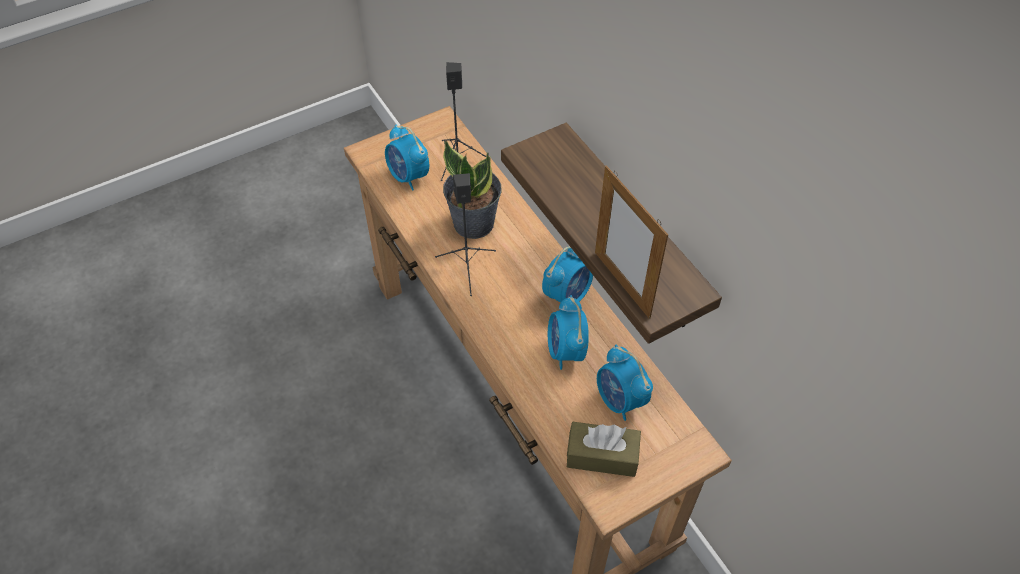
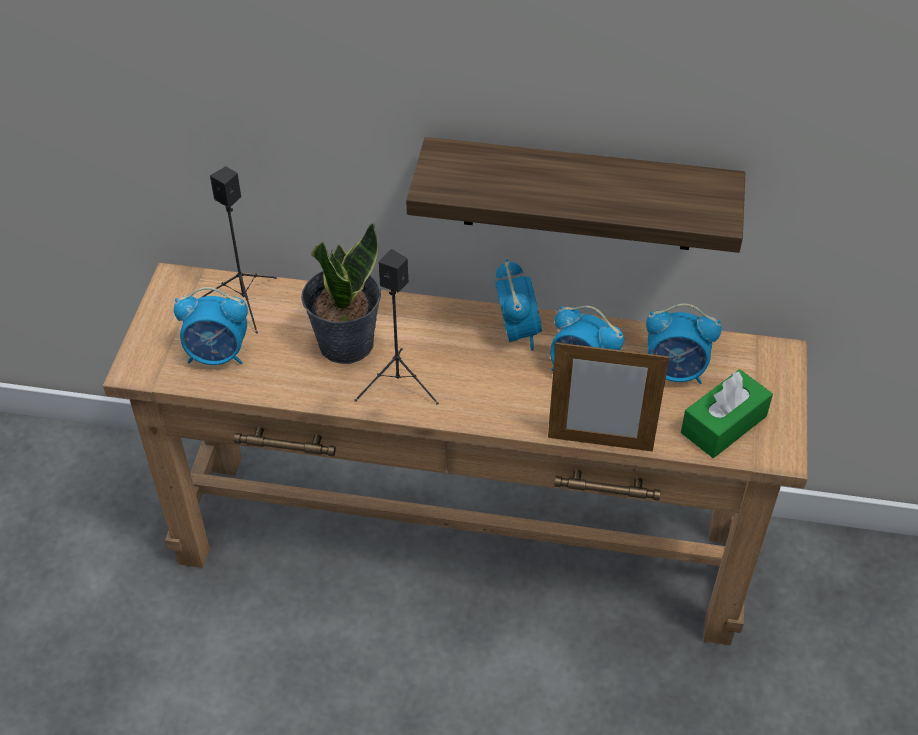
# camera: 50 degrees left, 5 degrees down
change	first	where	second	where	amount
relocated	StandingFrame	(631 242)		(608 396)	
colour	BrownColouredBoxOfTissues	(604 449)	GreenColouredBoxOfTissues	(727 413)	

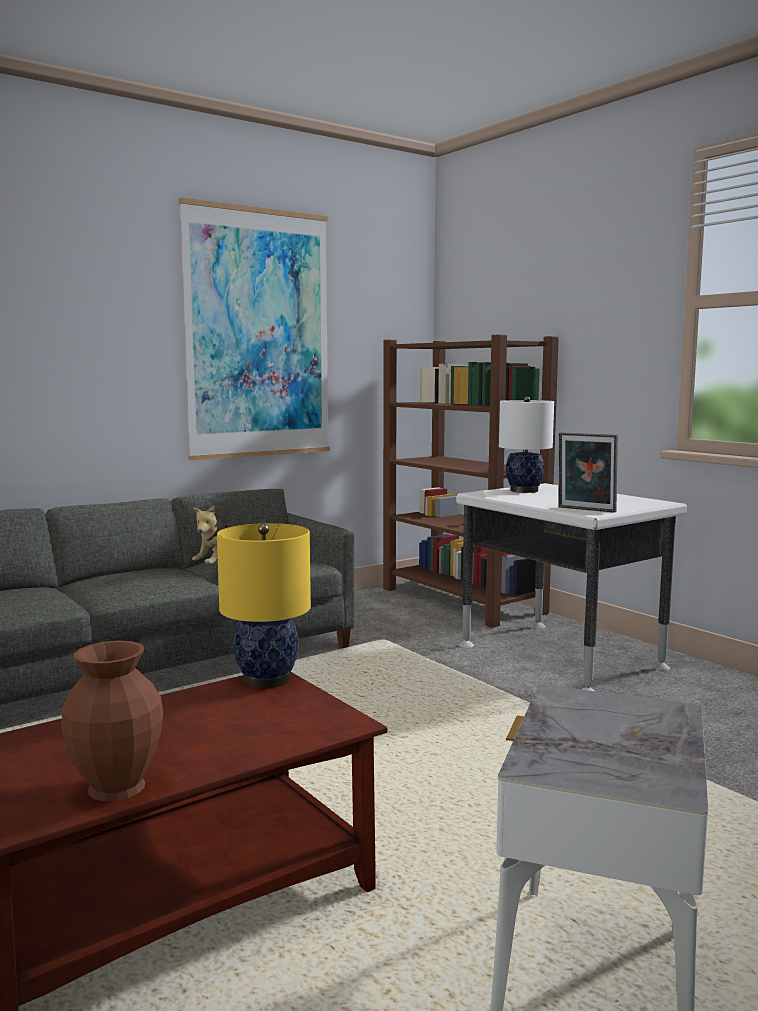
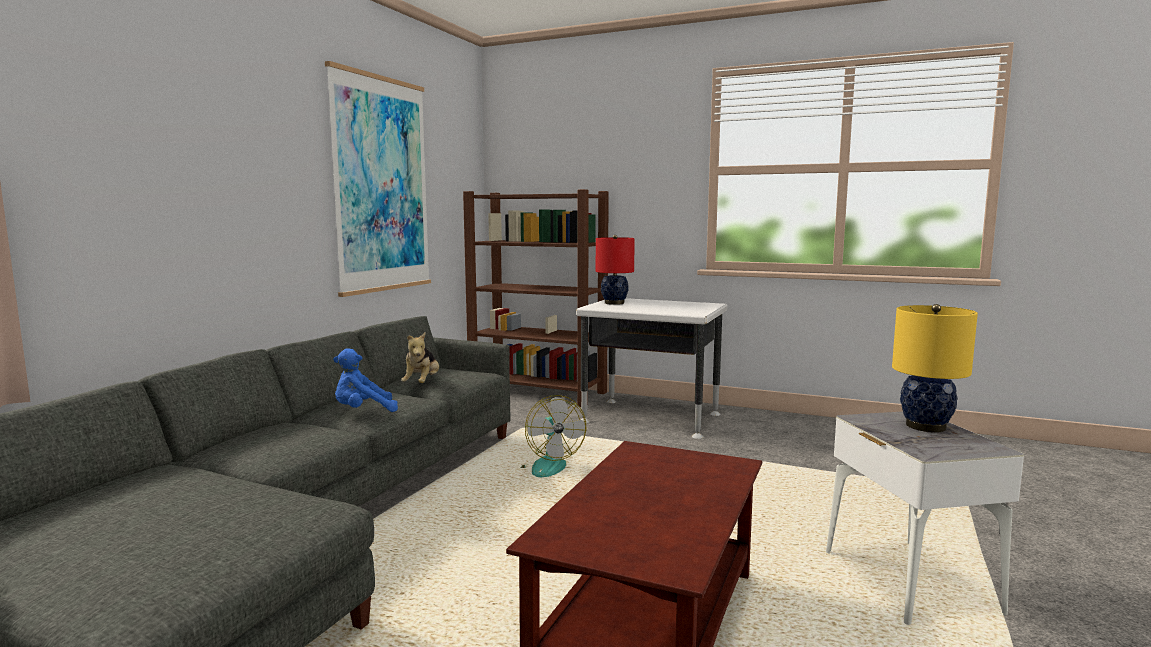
# camera: 30 degrees left, 0 degrees up
change	first	where	second	where	amount
appeared			BluishSoftToy	(365 380)	
appeared			Fan	(553 436)	
colour	WhiteColouredLampForATable	(526 444)	RedColouredLampForATable	(615 270)	
relocated	YellowishLampForATable	(264 605)		(935 368)	
missing	BrownColouredDecorativeVase	(112 721)			
missing	StandingFrame	(588 472)			

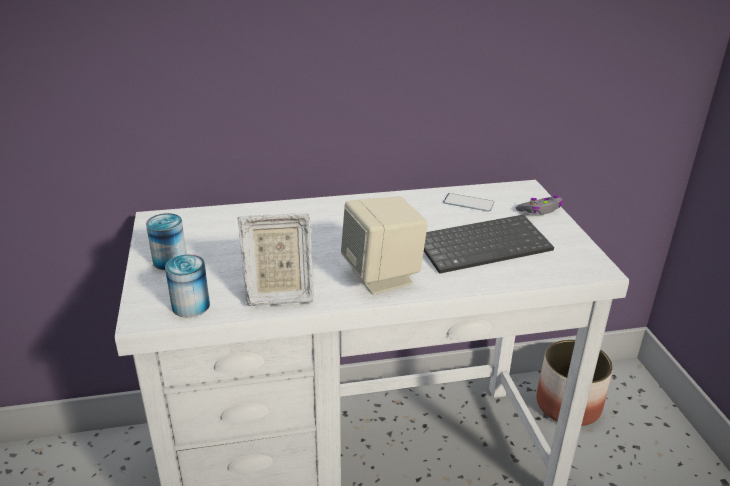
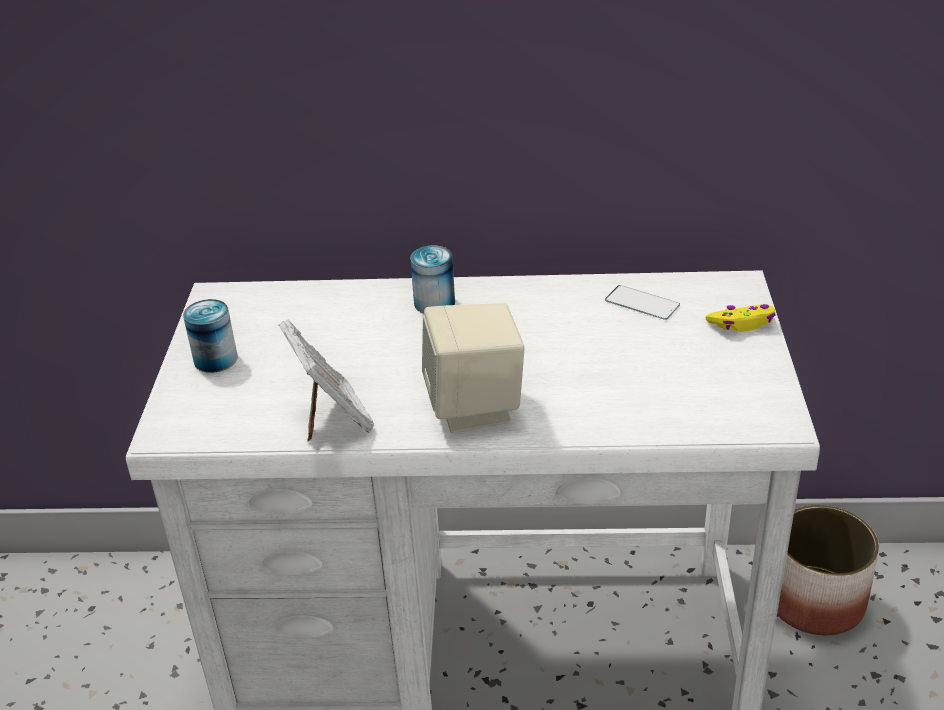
# camera: 15 degrees right, 5 degrees up
change	first	where	second	where	amount
spun	StandingFrame	(276 260)		(326 381)	120 degrees counterclockwise
relocated	SealedCan	(187 285)		(432 280)	
colour	GrayGameController	(539 205)	YellowishGameController	(740 318)	
missing	Keyboard	(489 244)			

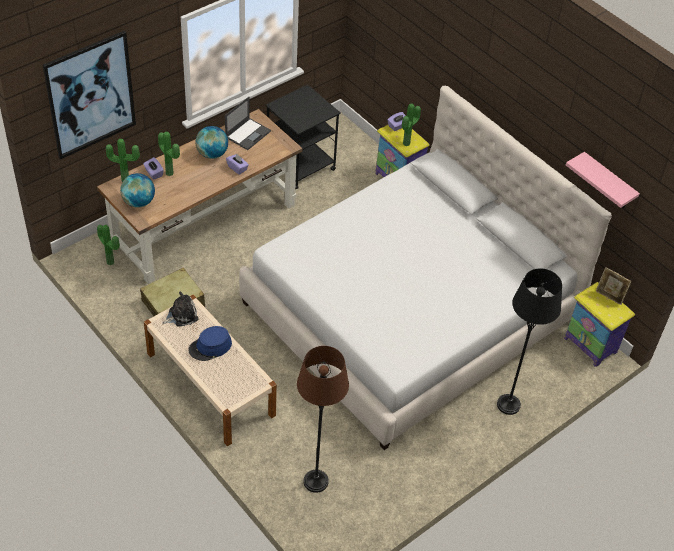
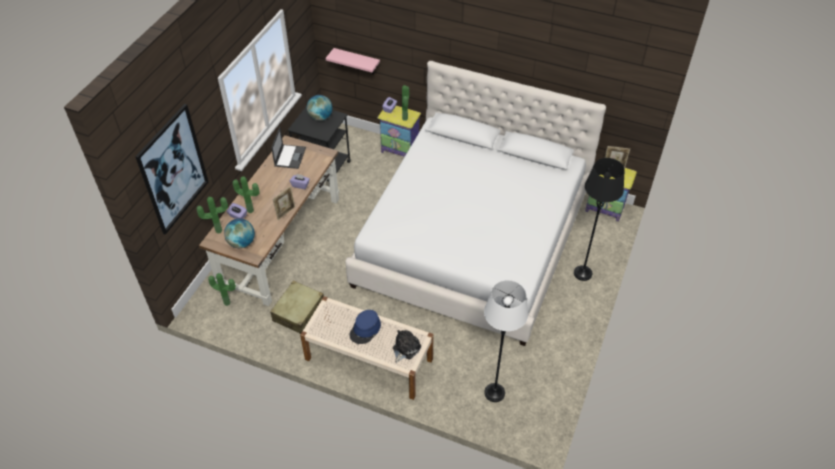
# camera: 25 degrees left, 0 degrees up
change	first	where	second	where	amount
appeared			StandingFrame	(284 203)	
relocated	WorldGlobe	(212 142)		(319 108)	
relocated	PinkColouredBracketShelf	(603 180)		(353 61)	
relocated	SoftToy	(180 309)		(407 346)	
colour	BrownColouredStandardLamp	(323 419)	WhiteColouredStandardLamp	(506 341)	

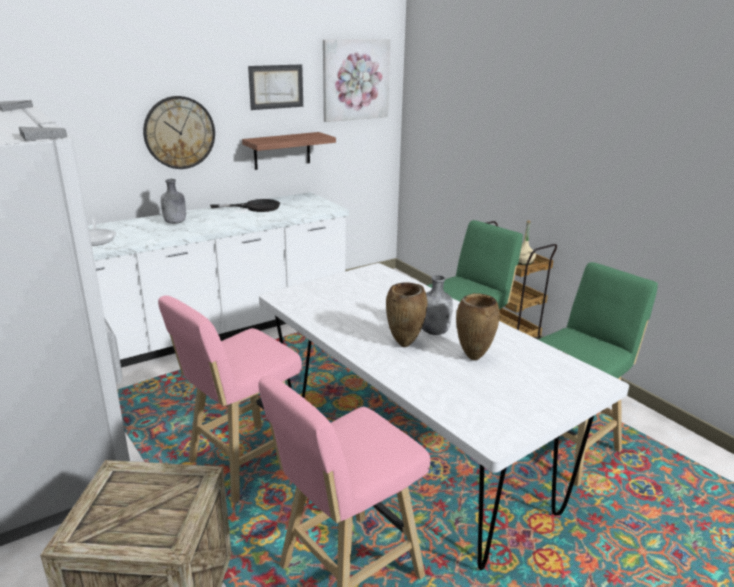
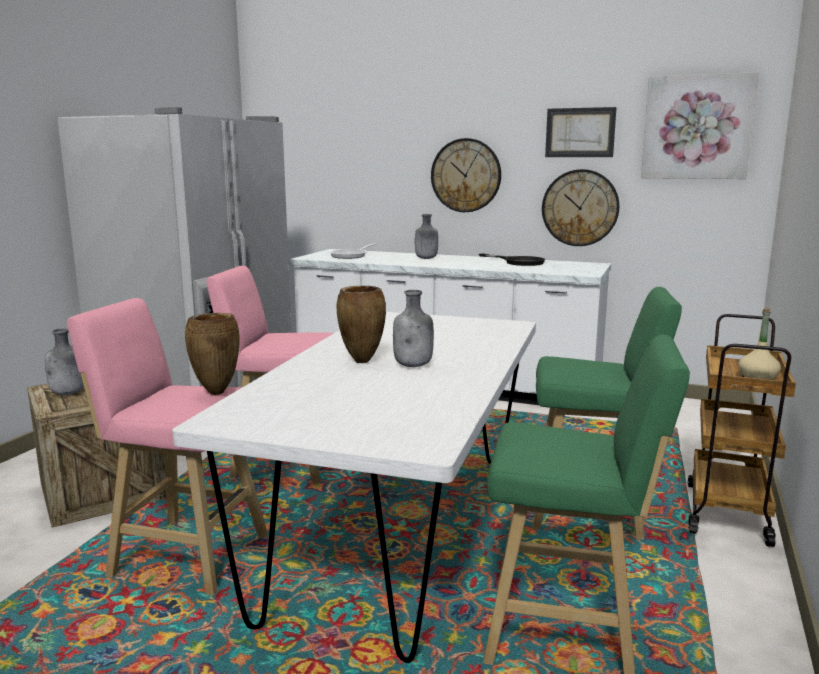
# camera: 55 degrees right, 10 degrees down
change	first	where	second	where	amount
appeared			GrayDrinkBottle	(64 361)	
relocated	BrownColouredDecorativeVase	(478 326)		(212 354)	
exchanged	BracketShelf	(289 151)	HangingClock	(581 207)	

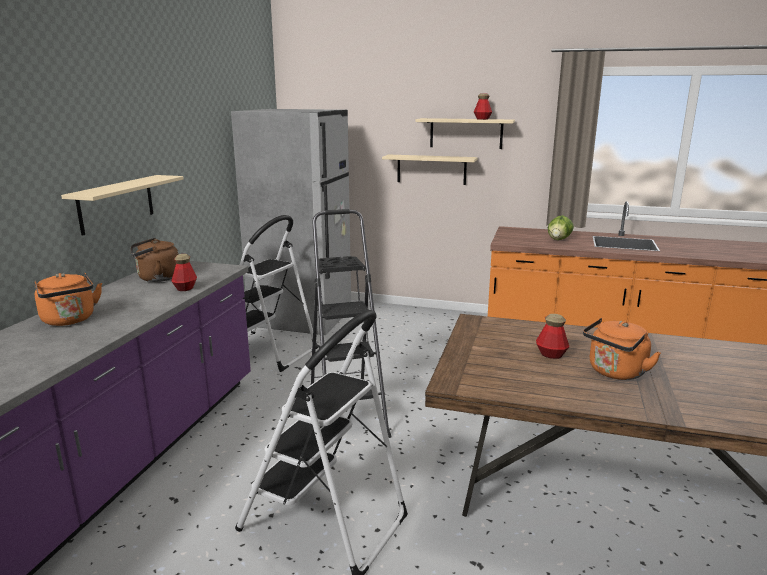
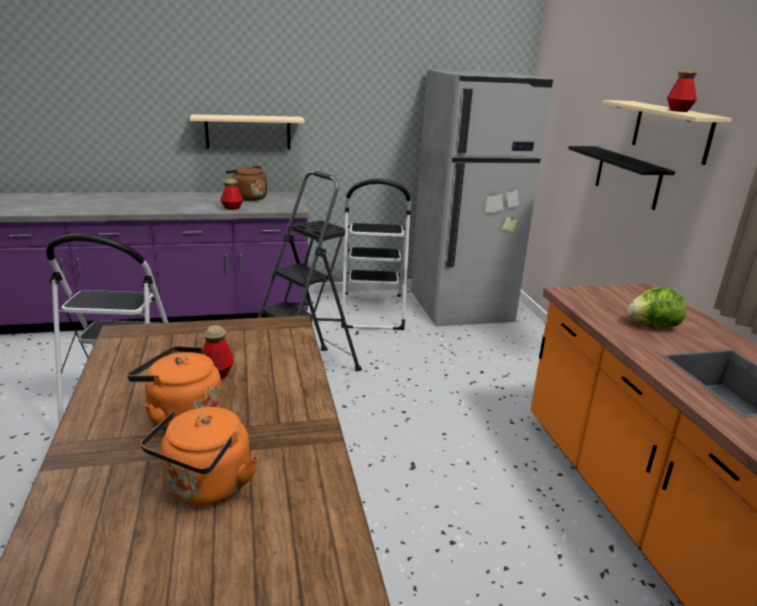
# camera: 60 degrees right, 5 degrees up
change	first	where	second	where	amount
relocated	OrangeKettle	(68 299)		(199 456)	
colour	BeigeColouredBracketShelf	(430 170)	BlackBracketShelf	(621 178)	

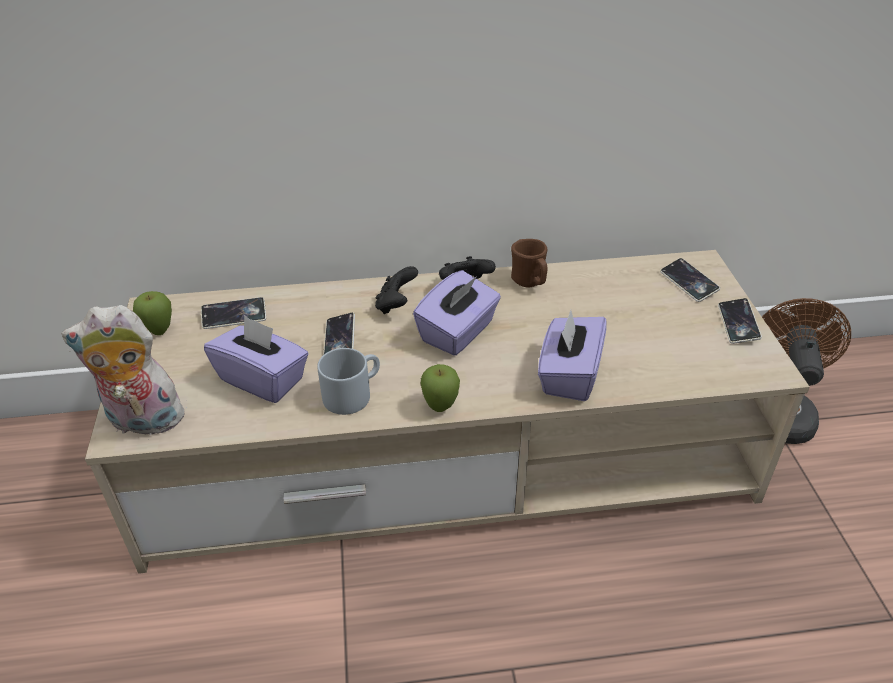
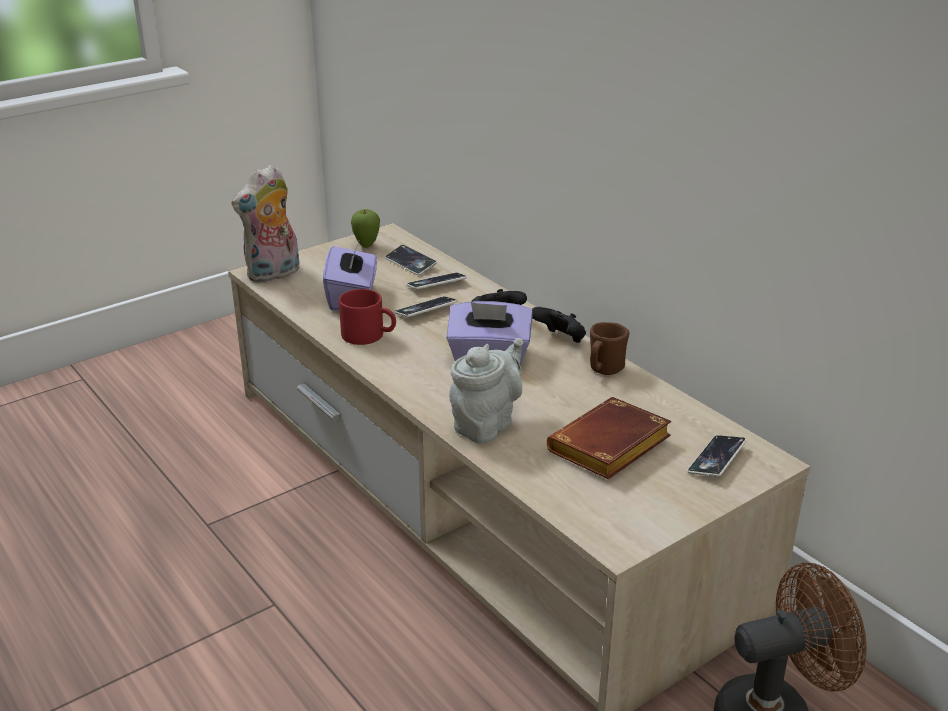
# camera: 60 degrees right, 10 degrees down
change	first	where	second	where	amount
spun	SoftToy	(124 372)		(265 223)	105 degrees counterclockwise
colour	GrayCoffeeMug	(348 381)	RedColouredCoffeeMug	(367 317)	
relocated	Handset	(740 321)		(436 281)	
exchanged	PurpleBoxOfTissues	(572 355)	GrayTeaPot	(486 391)	
appeared			BrownColouredBook	(609 438)	
missing	WholeApple	(440 388)			

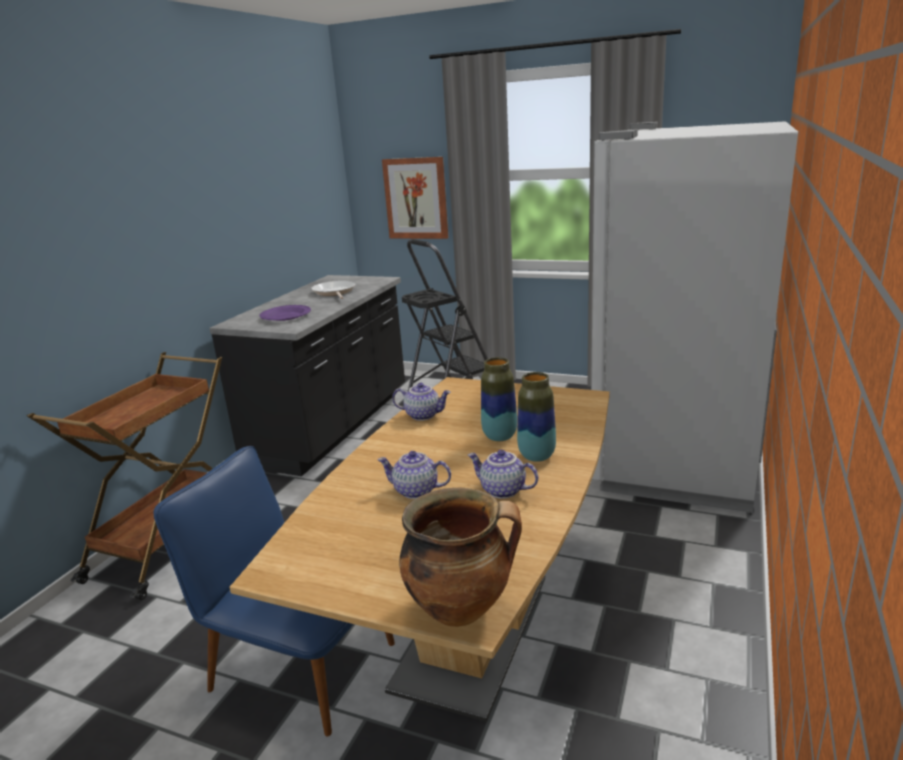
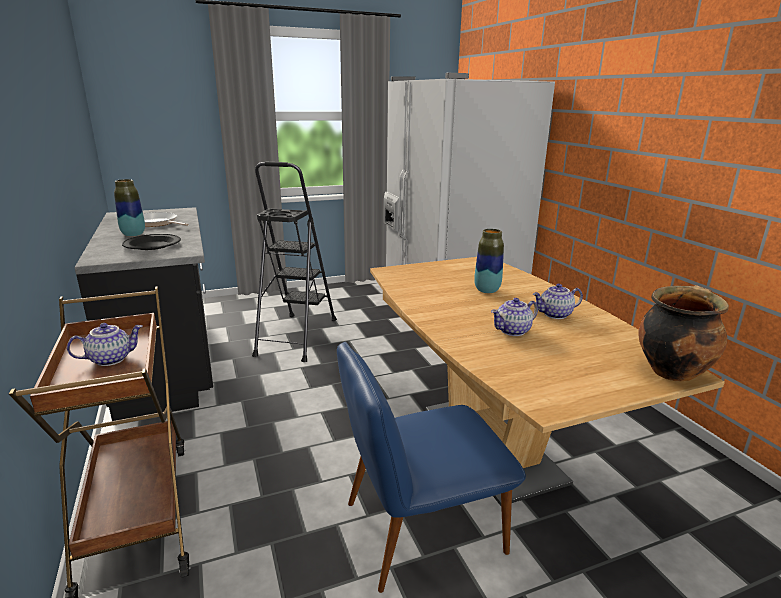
# camera: 45 degrees left, 0 degrees up
change	first	where	second	where	amount
relocated	TeaPot	(421 402)		(105 344)	
relocated	DecorativeVase	(536 417)		(129 208)	
colour	PurpleFlatDish	(285 313)	BlackFlatDish	(151 242)	
missing	WallArt	(415 198)			

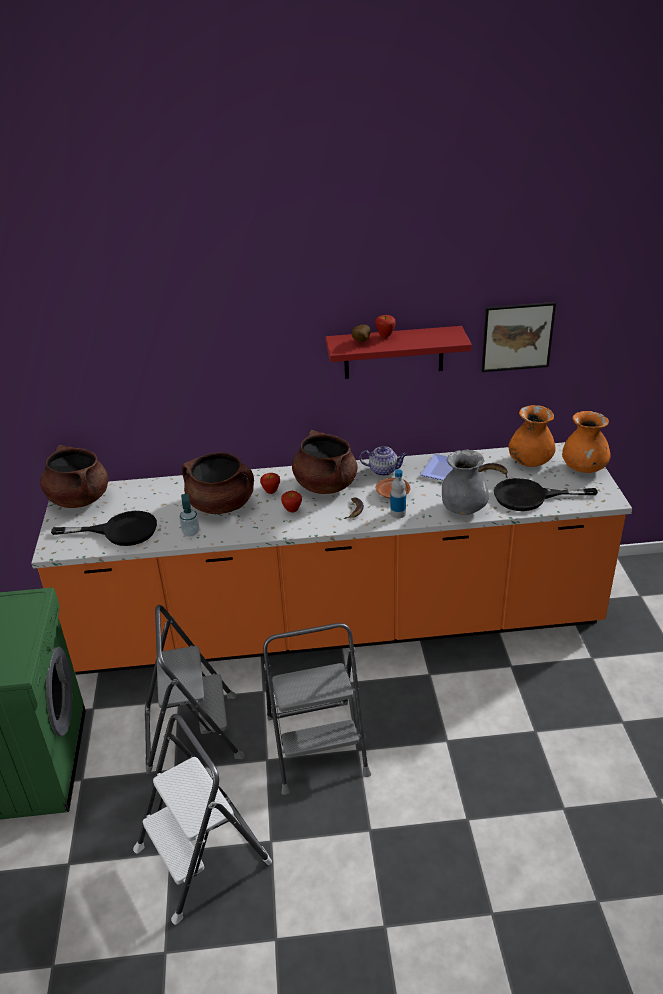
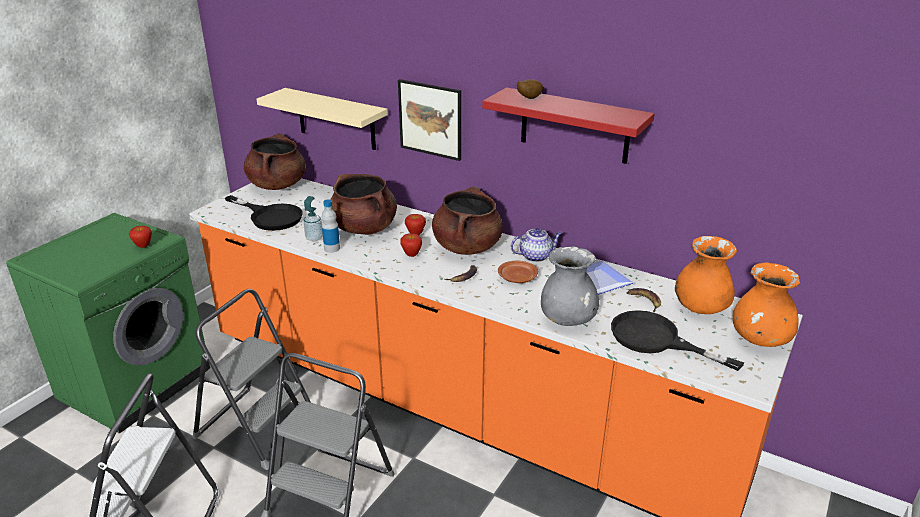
# camera: 35 degrees right, 5 degrees down
change	first	where	second	where	amount
relocated	WholeApple	(385 326)		(140 237)	
appeared			BeigeColouredBracketShelf	(322 119)	
relocated	DrinkBottle	(398 493)		(331 226)	
relocated	WallArt	(519 337)		(429 120)	
spun	TeaPot	(383 461)		(536 245)	60 degrees counterclockwise

